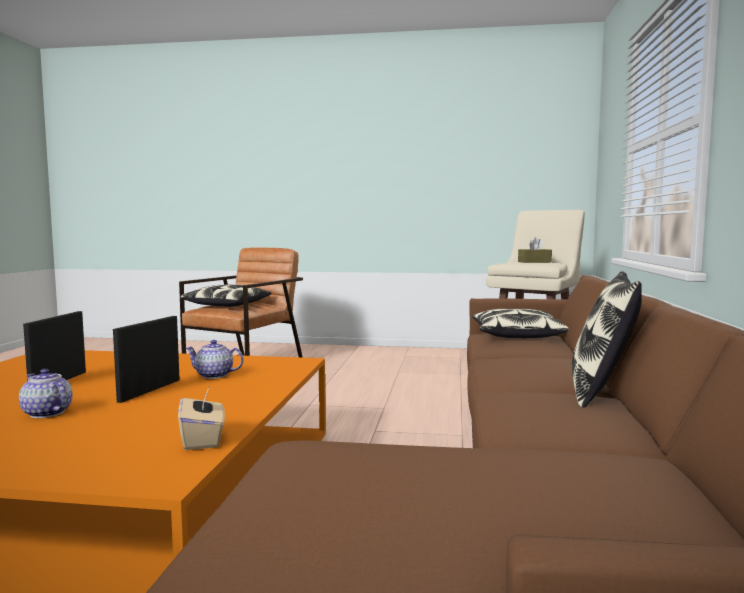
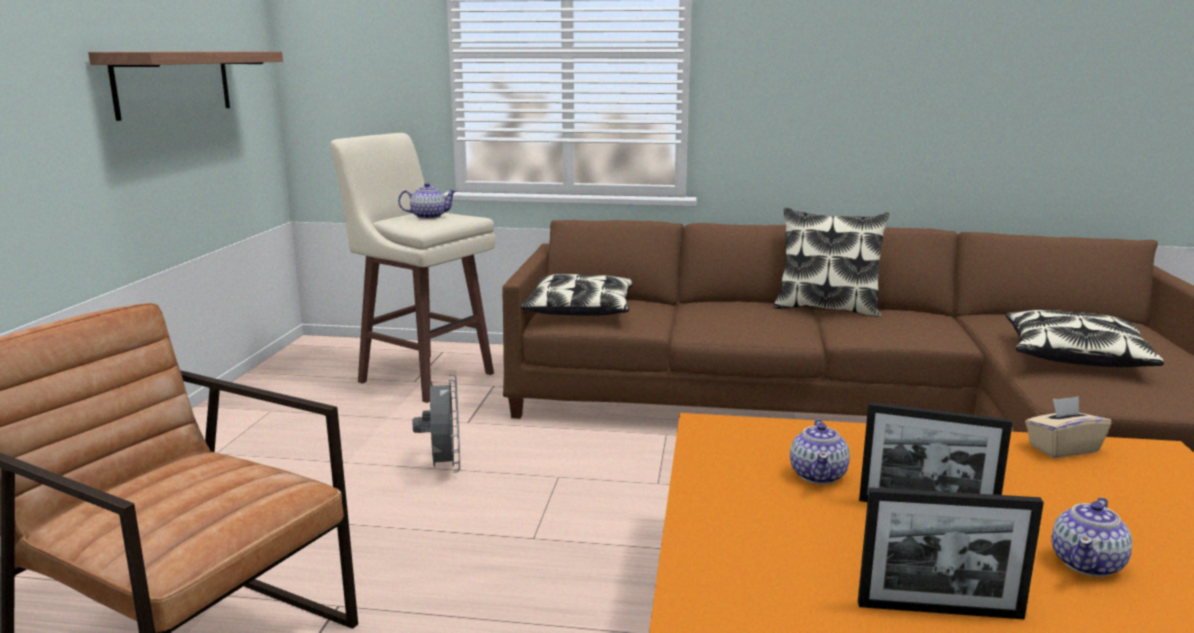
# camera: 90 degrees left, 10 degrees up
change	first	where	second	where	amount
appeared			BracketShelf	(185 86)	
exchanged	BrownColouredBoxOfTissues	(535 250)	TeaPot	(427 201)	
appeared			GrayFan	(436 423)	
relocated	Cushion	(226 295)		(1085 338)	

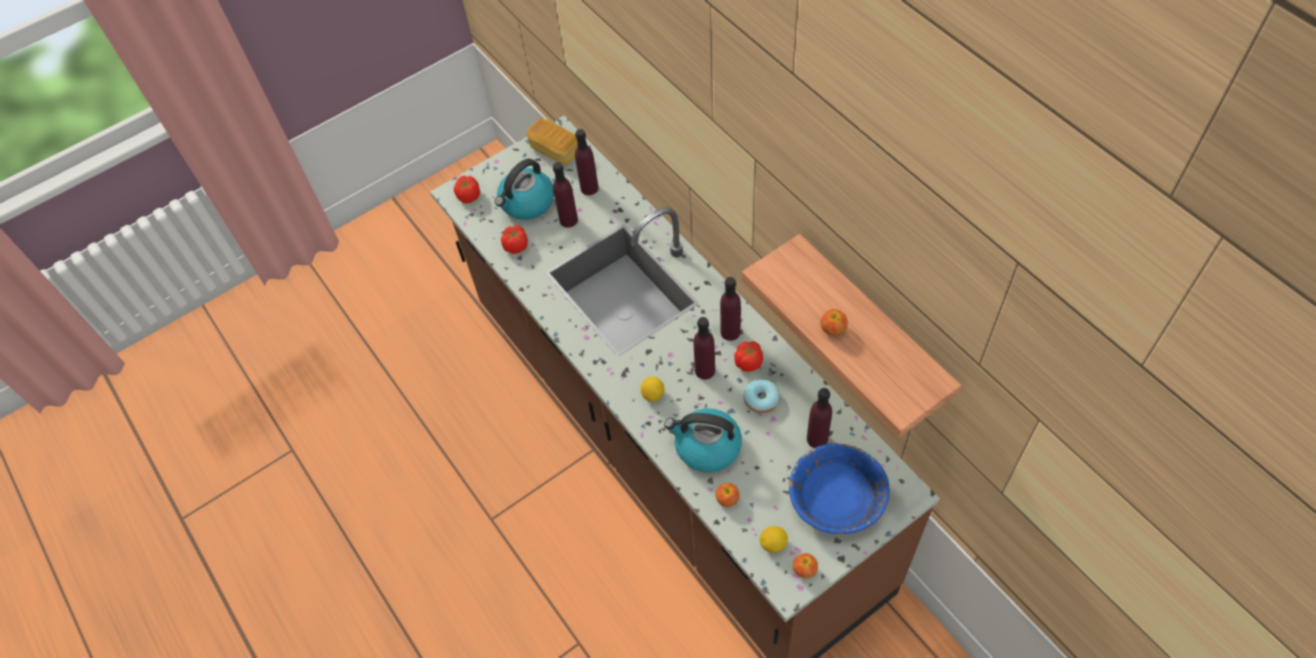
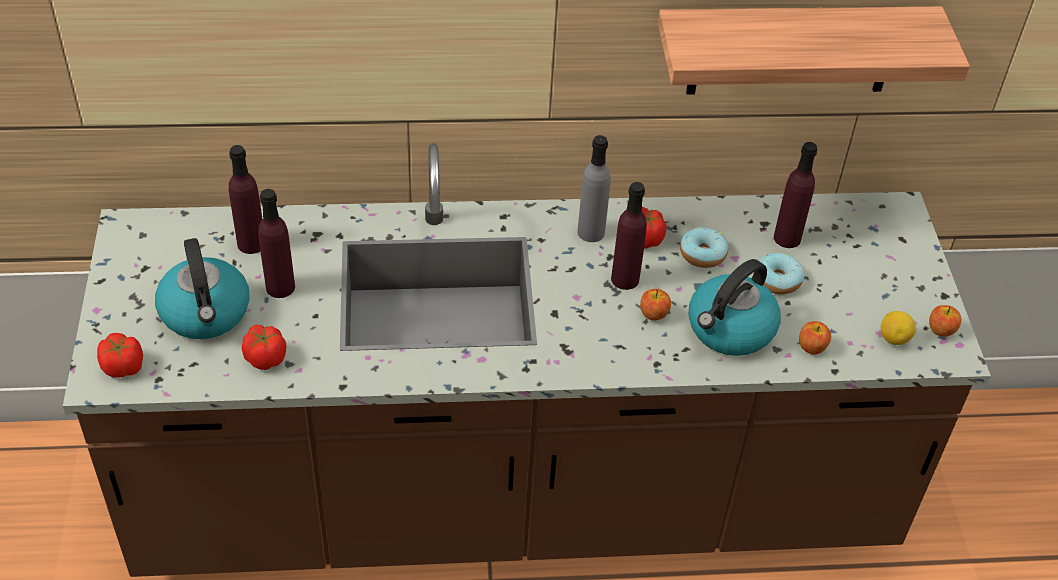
# camera: 65 degrees left, 10 degrees down
change	first	where	second	where	amount
colour	PurpleDrinkBottle	(730 309)	GrayDrinkBottle	(594 188)	
relocated	WholeApple	(834 322)		(655 305)	
appeared			Donut	(781 274)	
missing	BakeryBread	(552 141)			
missing	CitrusFruit	(653 389)			
missing	BluishDeepDish	(839 488)			

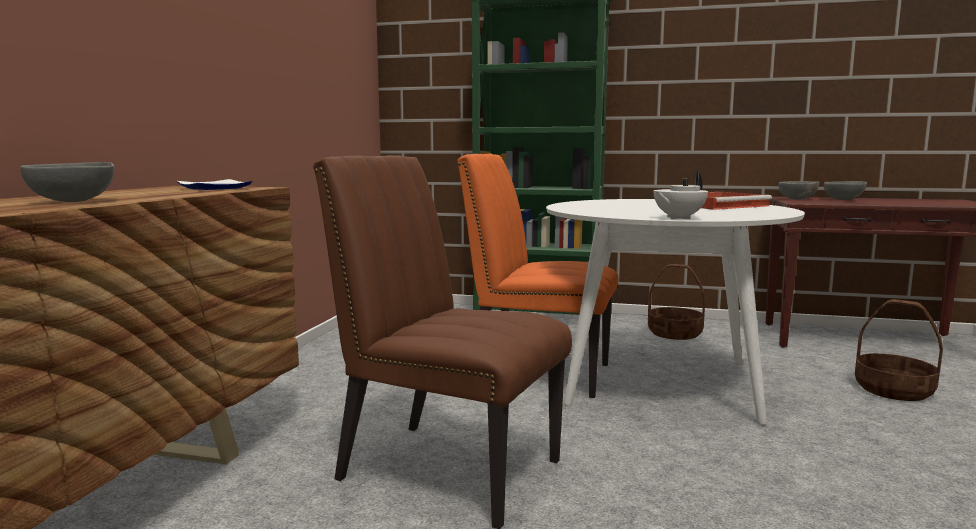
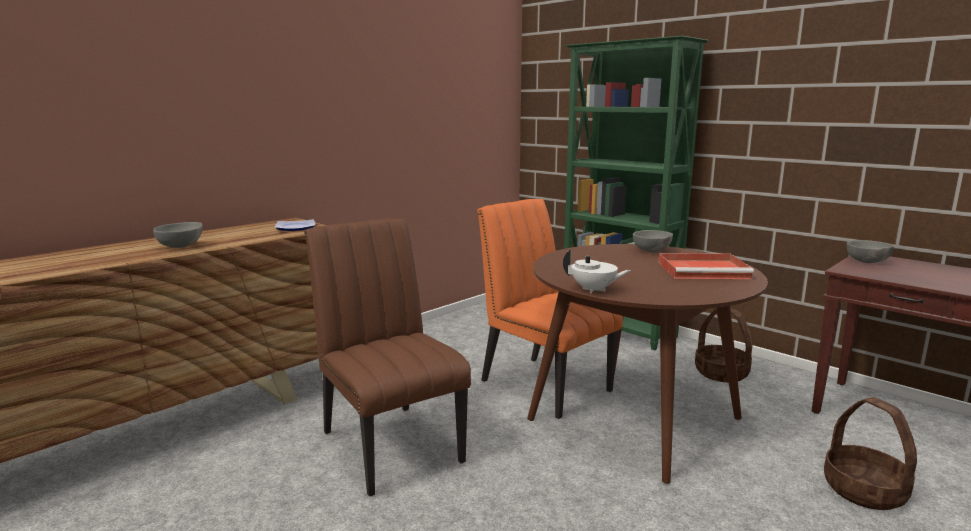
# camera: 30 degrees right, 5 degrees up
change	first	where	second	where	amount
colour	WhiteColouredDiningTable	(675 312)	BrownColouredDiningTable	(647 364)	
spun	WhiteColouredTeaPot	(681 195)		(597 271)	150 degrees counterclockwise
relocated	GrayDeepDish	(845 190)		(653 241)	

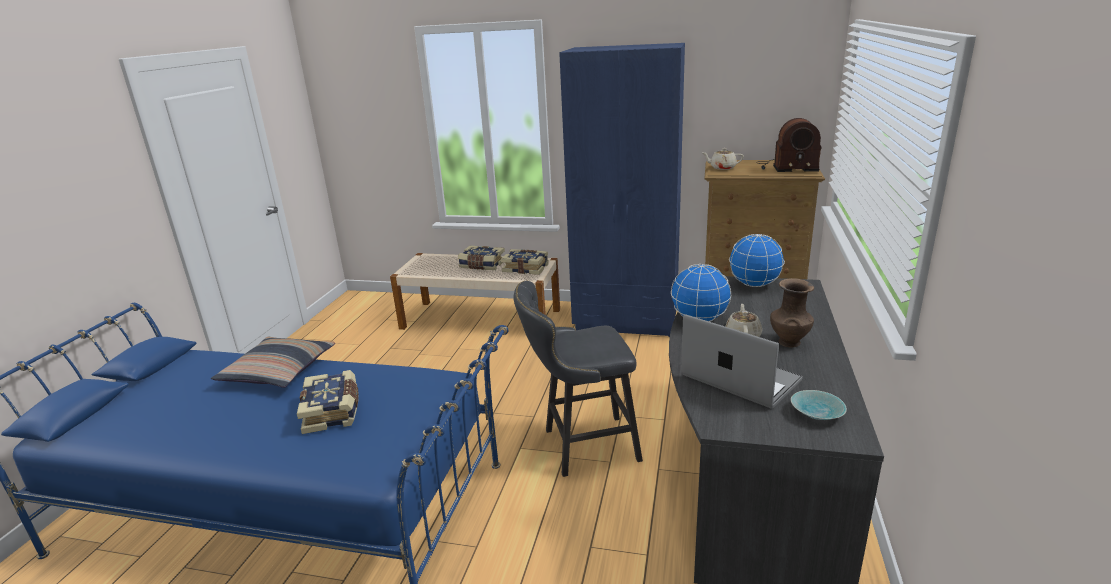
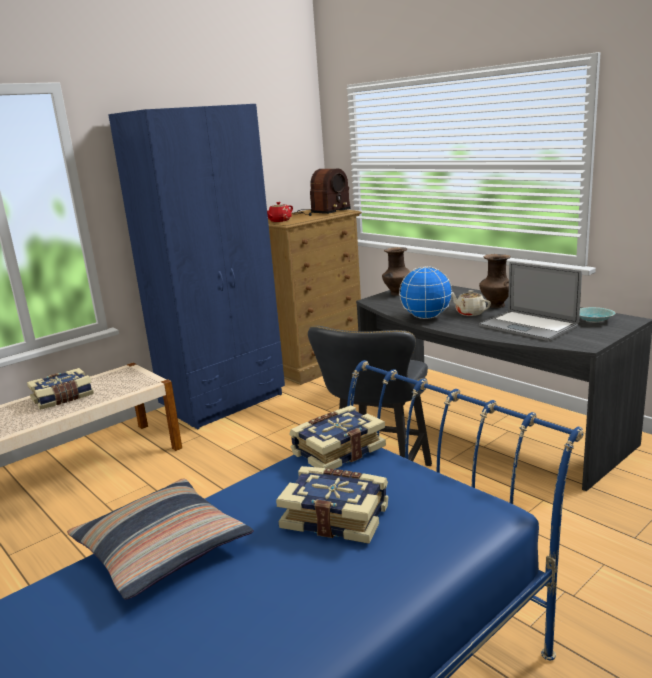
# camera: 55 degrees left, 5 degrees down
change	first	where	second	where	amount
colour	BeigeColouredTeaPot	(723 159)	RedColouredTeaPot	(280 212)	
relocated	Book	(525 262)		(337 437)	
exchanged	WorldGlobe	(757 260)	BrownColouredDecorativeVase	(396 271)	
spun	PortableComputer	(742 361)		(530 301)	120 degrees counterclockwise

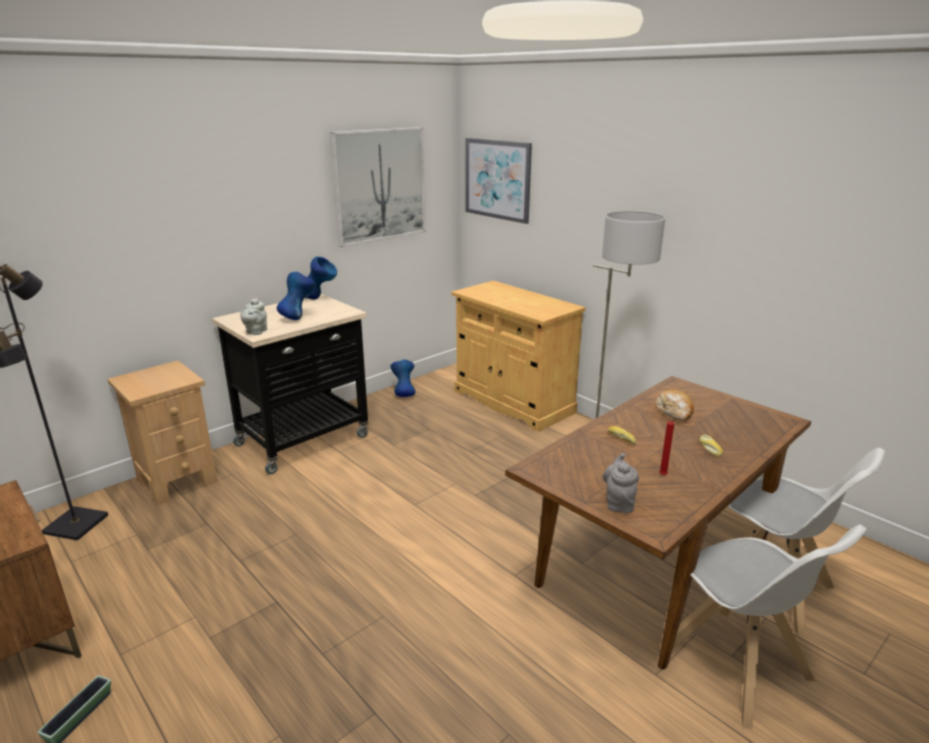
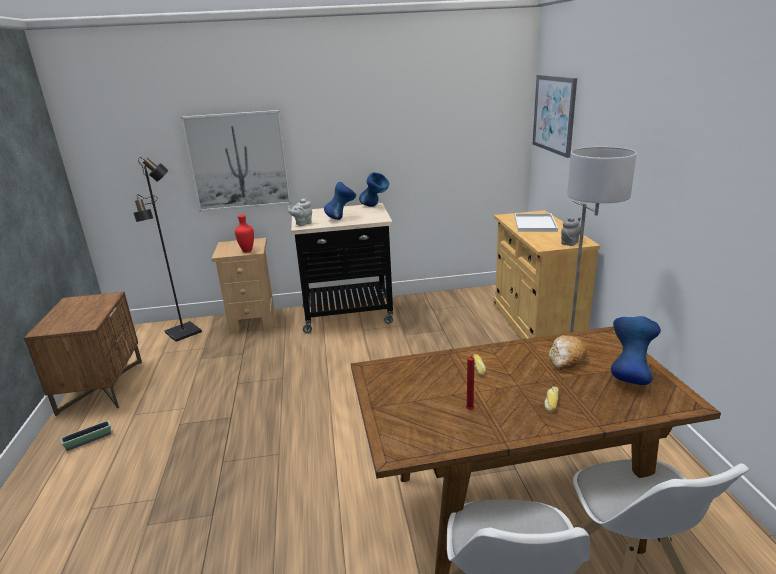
# camera: 35 degrees right, 0 degrees up
change	first	where	second	where	amount
relocated	WallArt	(377 187)		(236 161)	
appeared			RedColouredDecorativeVase	(244 234)	
appeared			WhiteColouredTray	(536 222)	
relocated	GrayTeaPot	(621 483)		(571 231)	
relocated	BluishDecorativeVase	(403 378)		(636 350)	

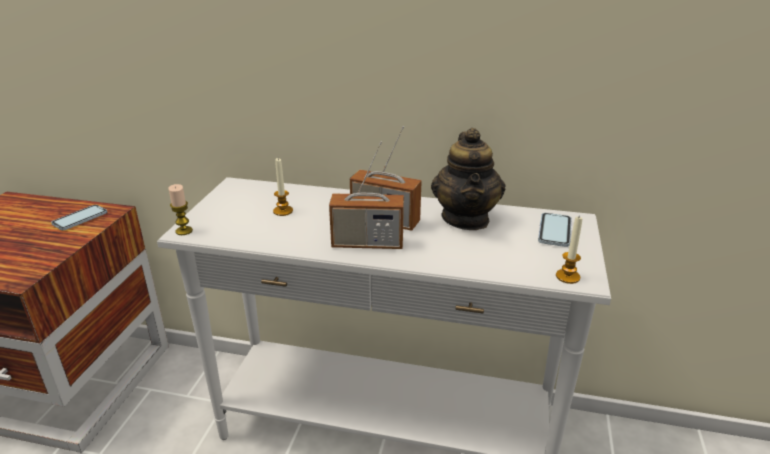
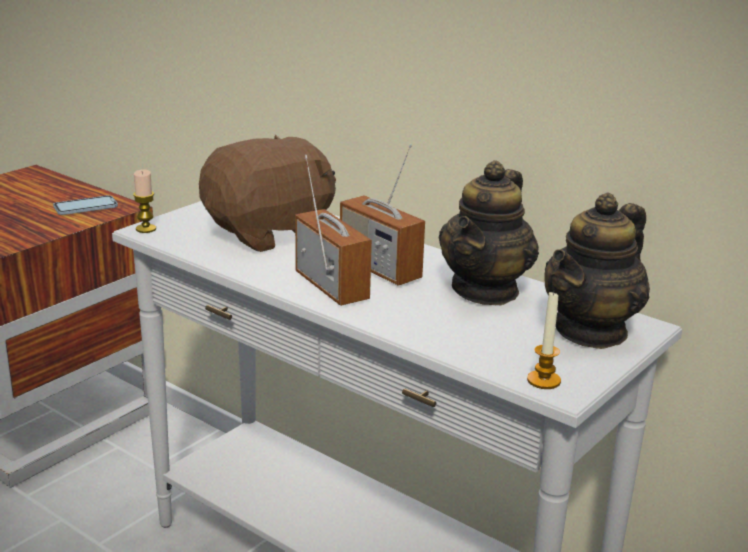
# camera: 25 degrees right, 5 degrees down
change	first	where	second	where	amount
exchanged	WaxLight	(283 187)	BrownColouredSoftToy	(267 193)	
spun	RadioSet	(366 195)		(333 230)	150 degrees counterclockwise
exchanged	Handset	(555 230)	TeaPot	(597 270)	

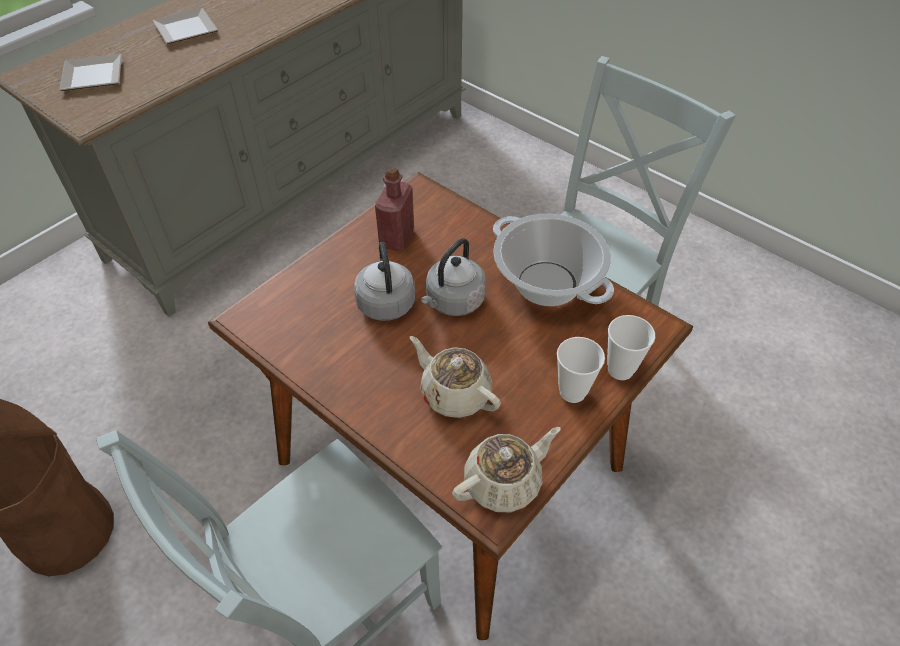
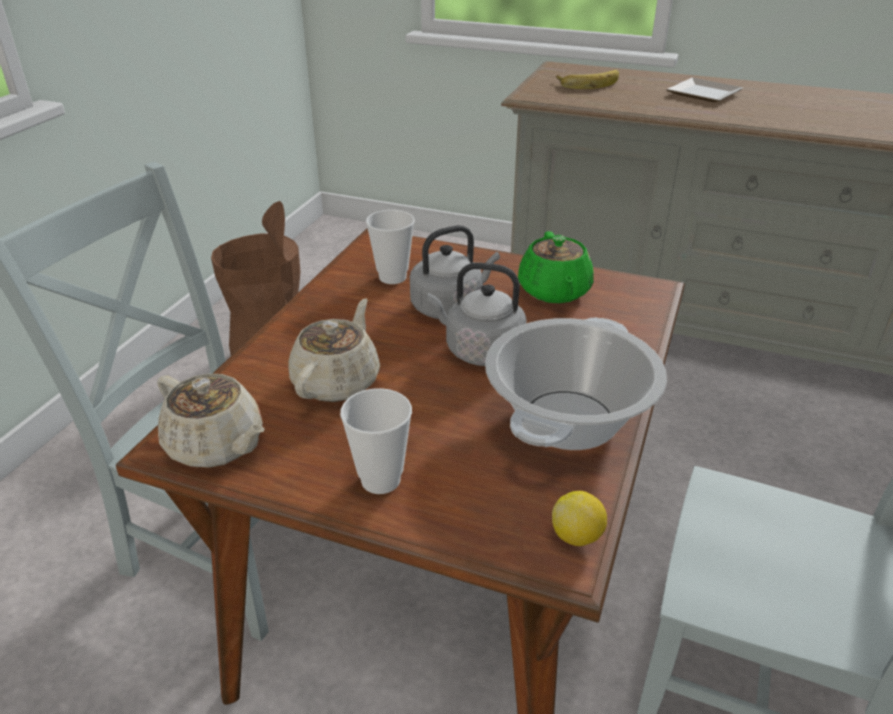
# camera: 70 degrees right, 15 degrees down
change	first	where	second	where	amount
relocated	Cup	(631 347)		(390 247)	
exchanged	RedColouredDrinkBottle	(394 209)	GreenColouredTeaPot	(556 267)	
appeared			CitrusFruit	(579 518)	
exchanged	FlatDish	(90 72)	Banana	(587 79)	

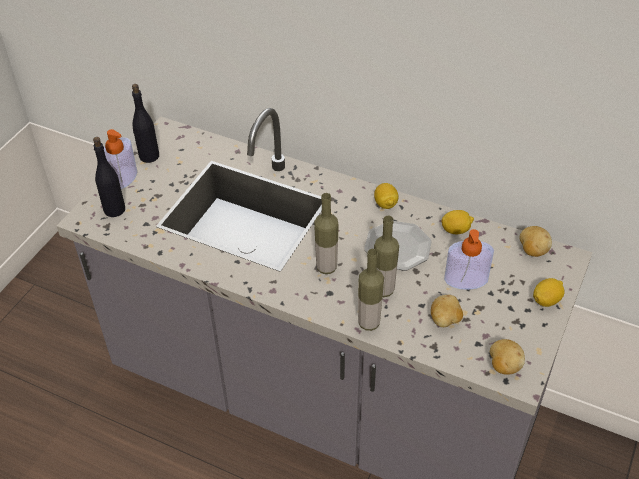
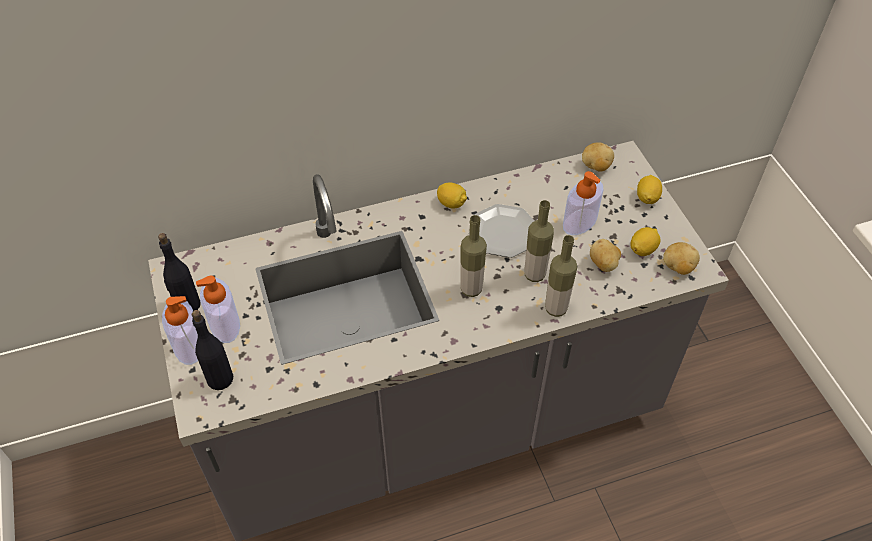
# camera: 45 degrees left, 5 degrees up
change	first	where	second	where	amount
appeared			SoapDispenser	(218 309)	
relocated	CitrusFruit	(457 222)		(645 241)	

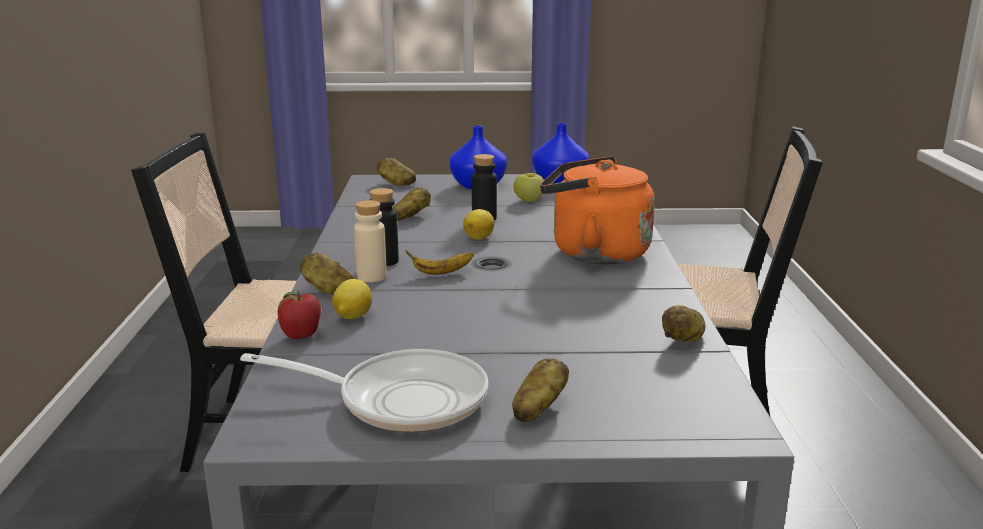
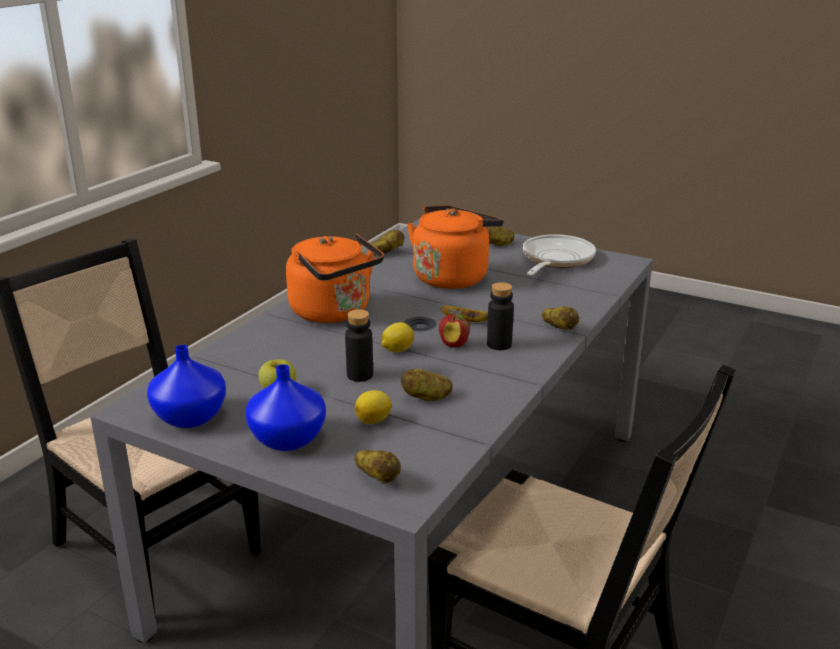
# camera: 150 degrees left, 5 degrees up
change	first	where	second	where	amount
relocated	CitrusFruit	(352 299)		(373 407)	
appeared			OrangeKettle	(455 247)	
relocated	WholeApple	(299 314)		(454 330)	
spun	Skillet	(364 390)		(559 254)	75 degrees clockwise
missing	BeigeColouredDrinkBottle	(370 241)			

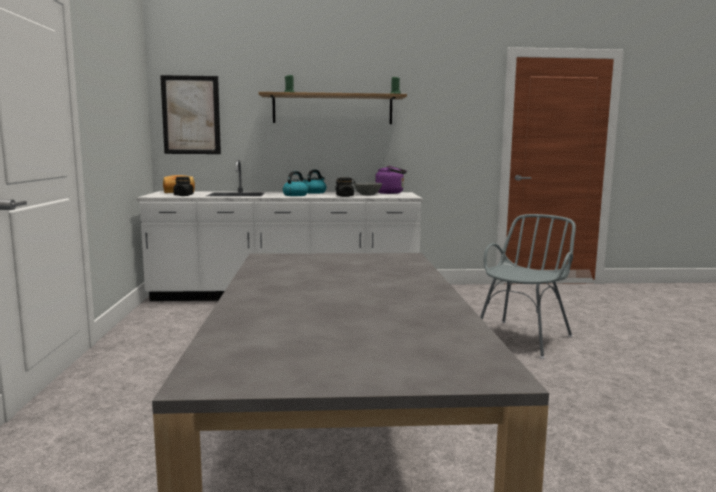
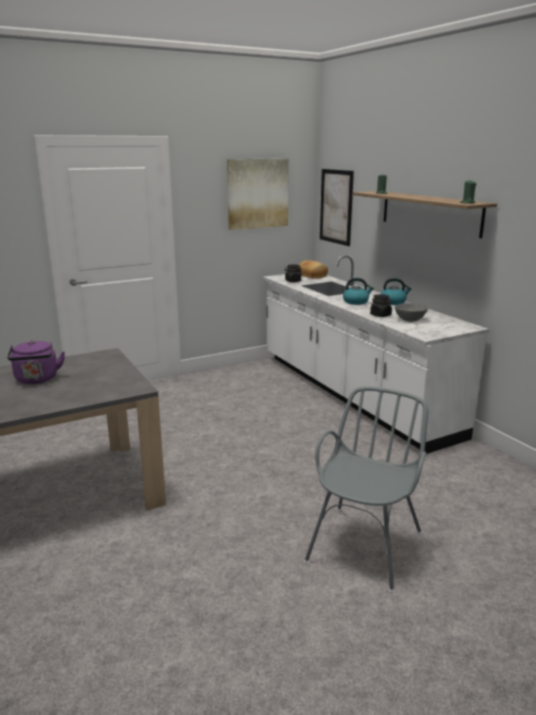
# camera: 65 degrees right, 10 degrees up
change	first	where	second	where	amount
relocated	PurpleKettle	(391 179)		(36 362)	
appeared			WallArt	(258 194)	
spun	GrayUprightChair	(528 286)		(366 490)	75 degrees counterclockwise

